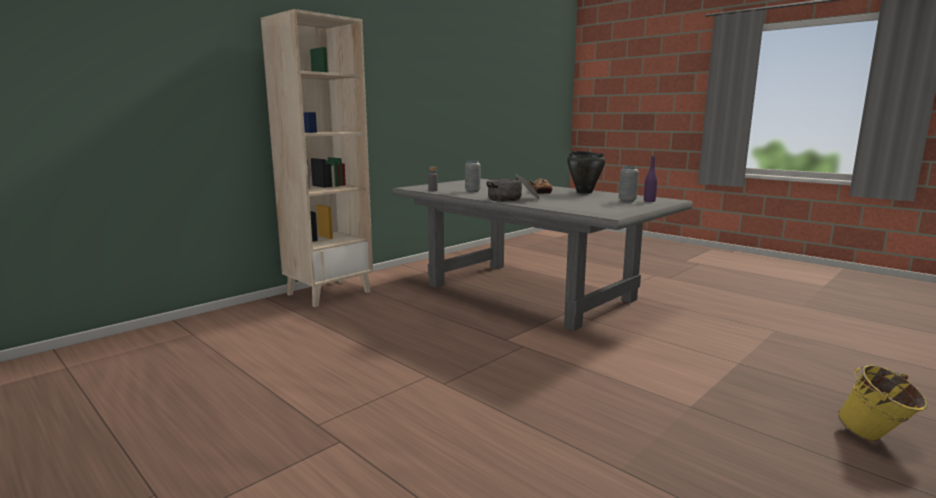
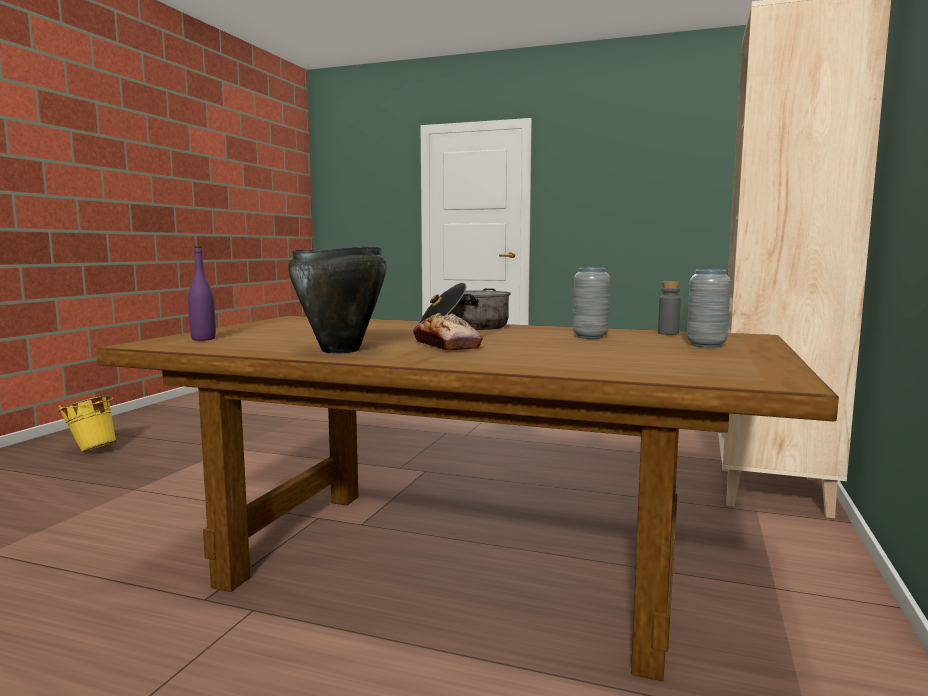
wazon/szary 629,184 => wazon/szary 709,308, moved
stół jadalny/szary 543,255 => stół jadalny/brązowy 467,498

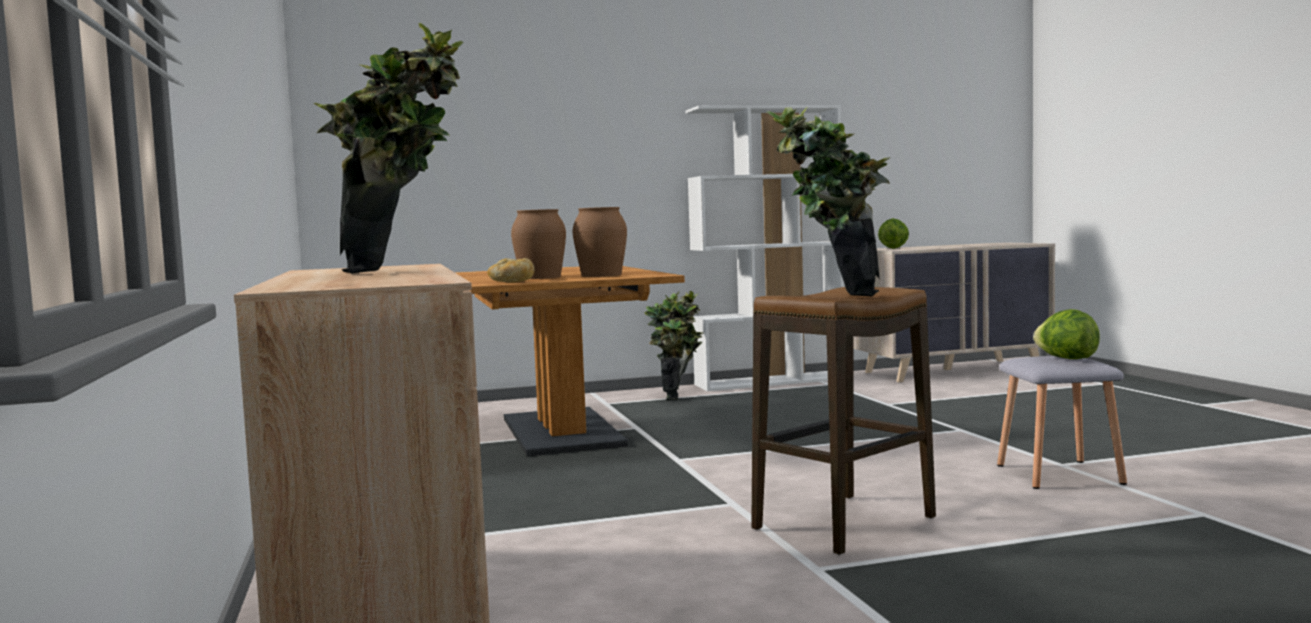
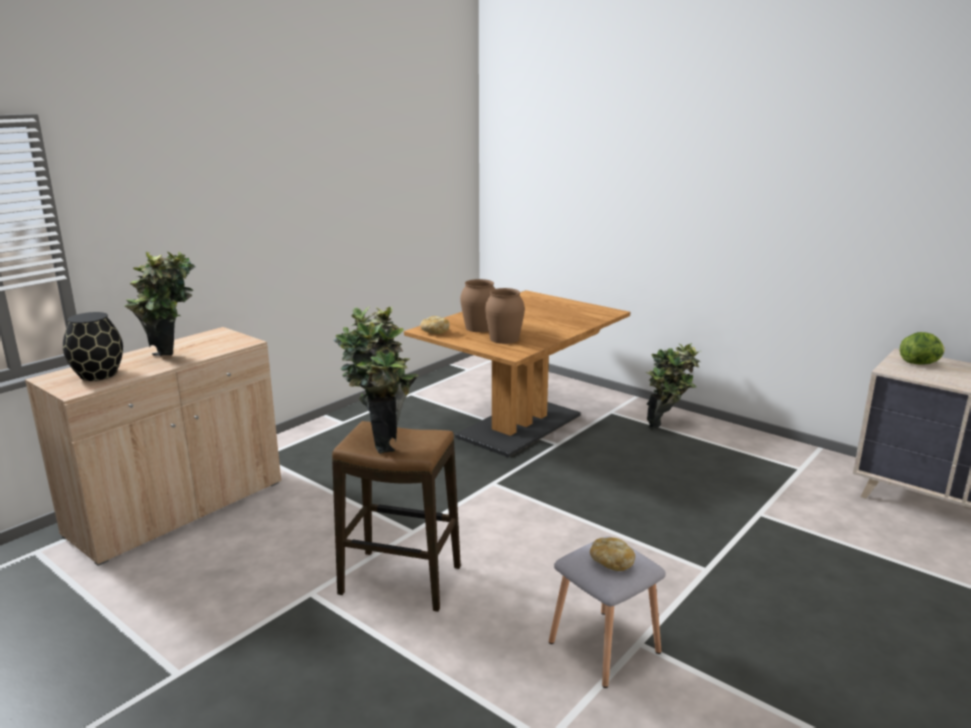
regał/biały 765,248 => nothing
nothing => wazon/czarny 93,346
sałata 1066,334 => chleb 612,554

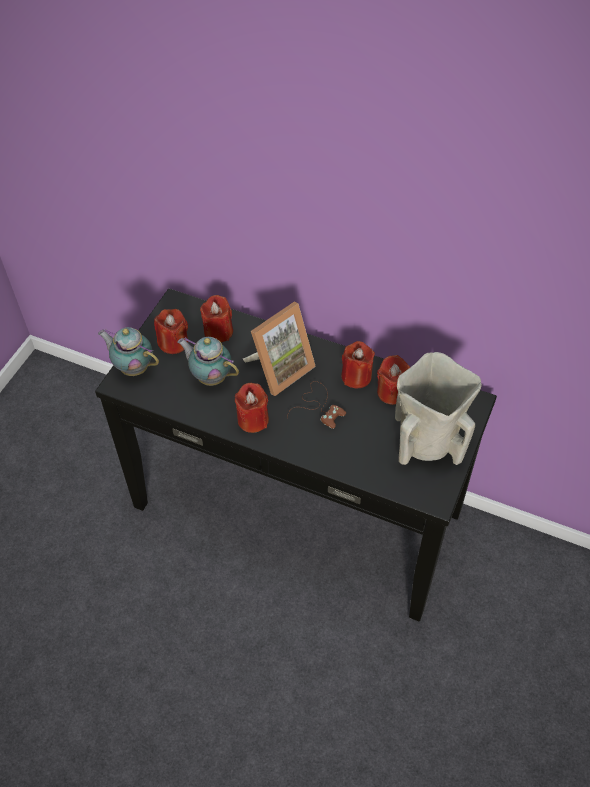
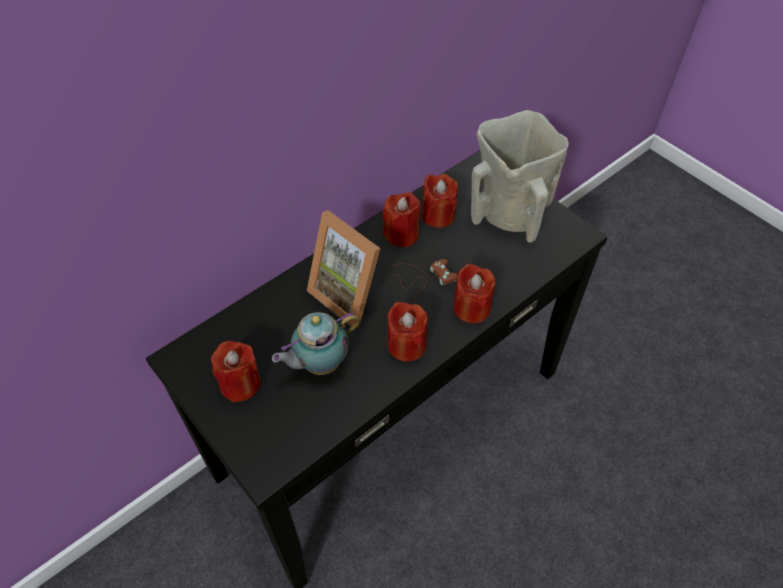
imbryk 128,351 => nothing
świeca/czerwony 216,318 => świeca/czerwony 474,293, moved
ramka na zdjęcie 279,349 => ramka na zdjęcie 343,269, 150 degrees clockwise

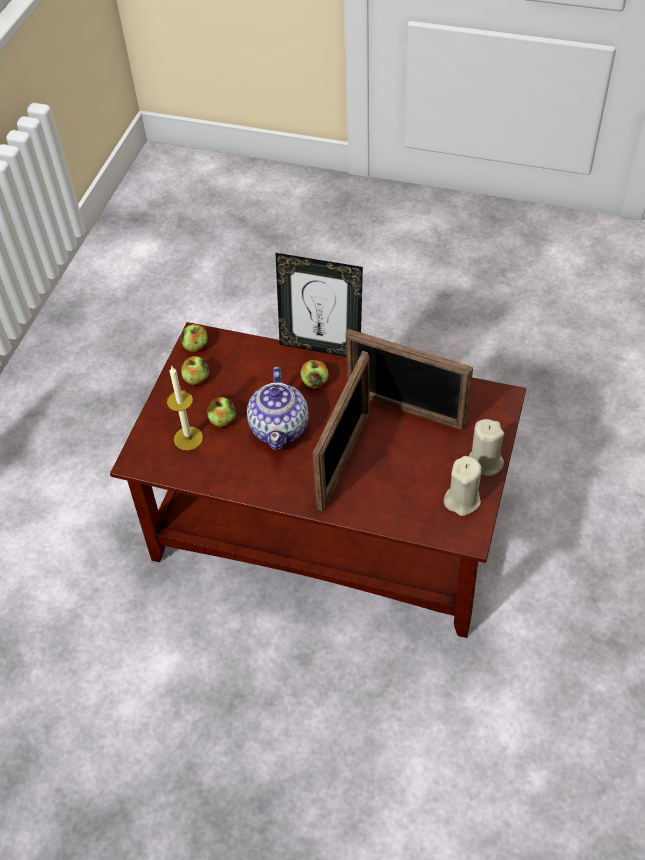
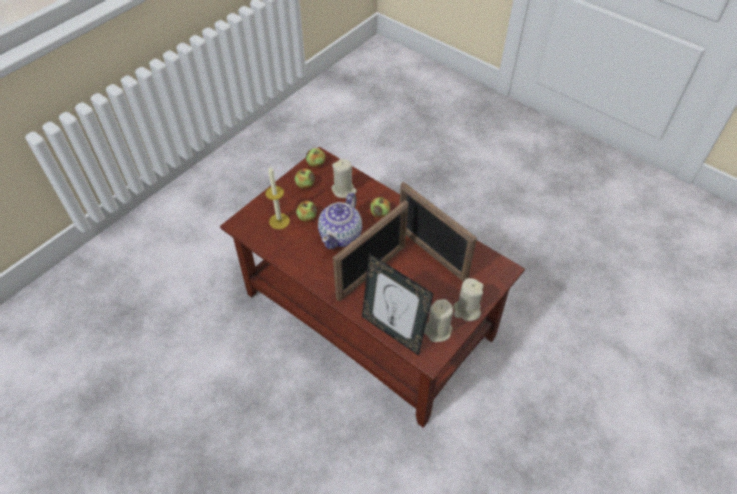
nothing => świeca/beżowy 344,178
ramka na zdjęcie 319,305 => ramka na zdjęcie 398,304, moved

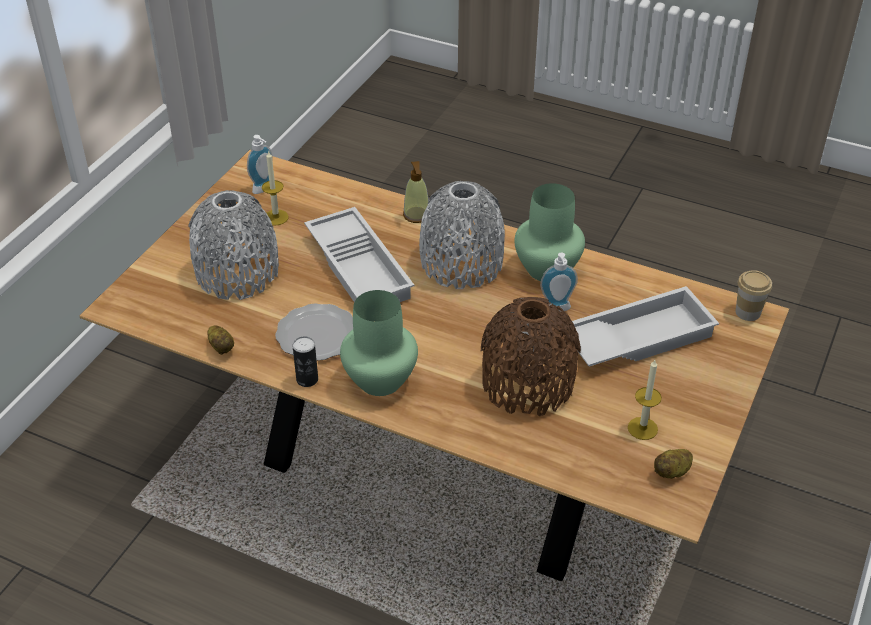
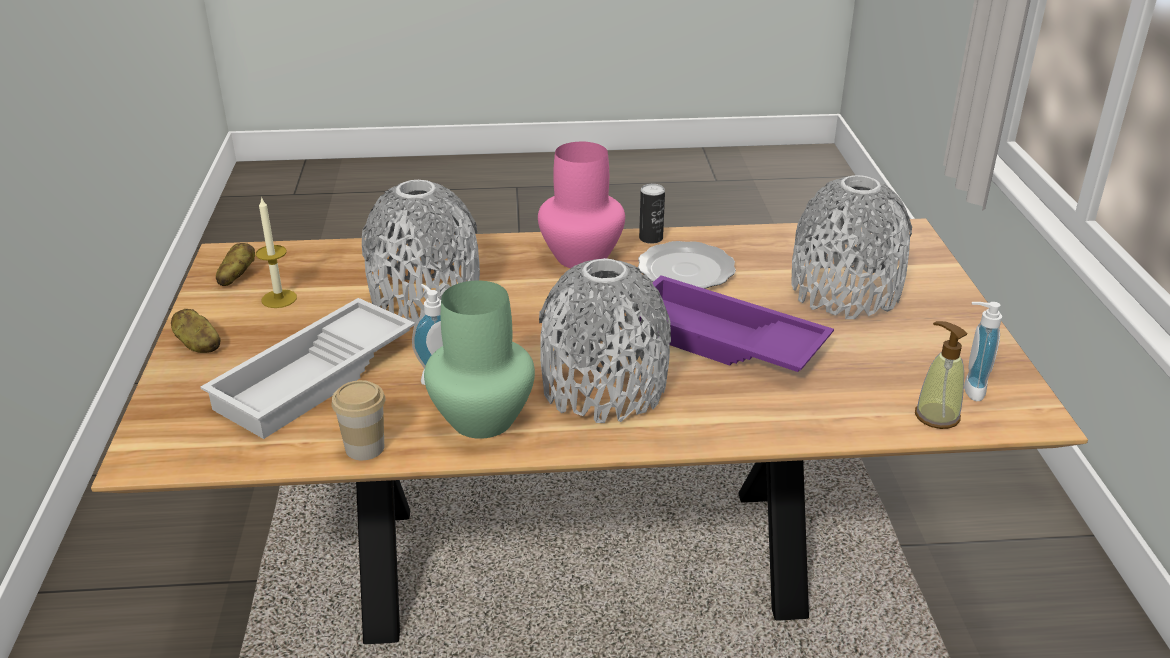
świeca 275,187 => nothing
ziemniak 221,340 => ziemniak 196,331, moved
dozownik mydła 416,192 => dozownik mydła 941,375, moved
filiżanka 754,295 => filiżanka 358,420, moved
taca/biały 359,254 => taca/fioletowy 737,323
wazon/zielony 379,343 => wazon/różowy 581,205
wazon/brązowy 531,356 => wazon/szary 421,251

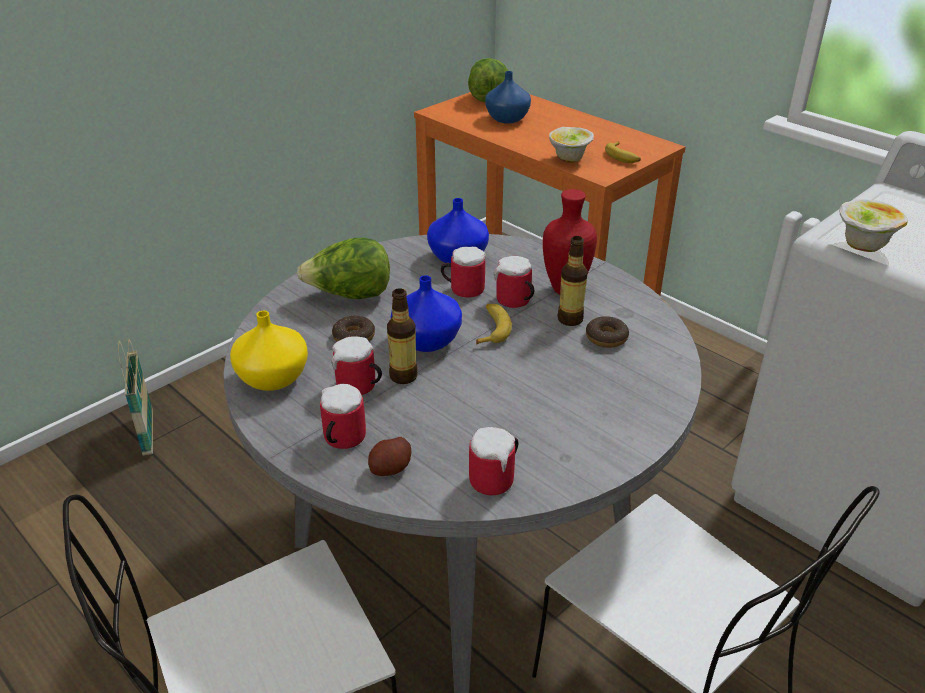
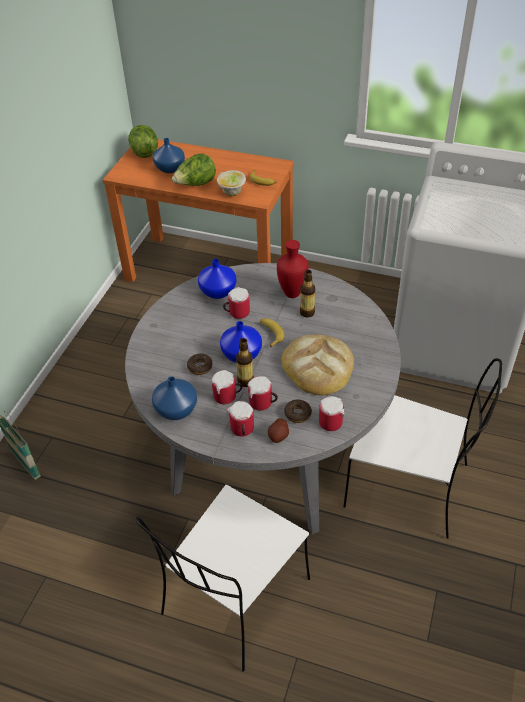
miska 873,225 => nothing
nothing => chleb 318,364
sałata 343,268 => sałata 194,170, moved
kubek 514,282 => kubek 263,393, moved
donut 607,332 => donut 298,411, moved
wazon/żółty 269,351 => wazon/niebieski 174,398

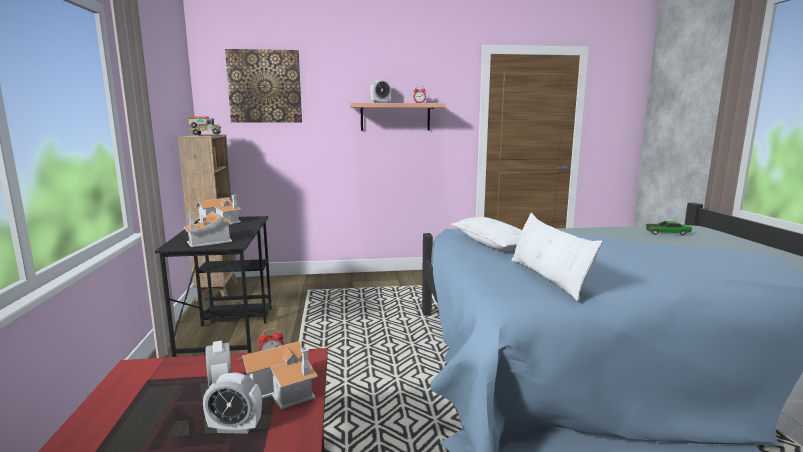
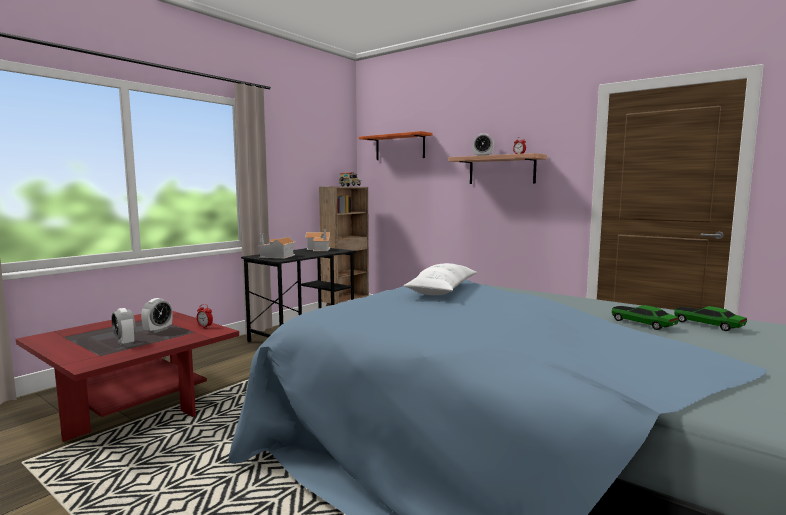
domek 278,375 => nothing
poduszka/biały 557,257 => nothing
nothing => samochodzik 645,317
obraz 263,86 => półka/pomarańczowy 395,145

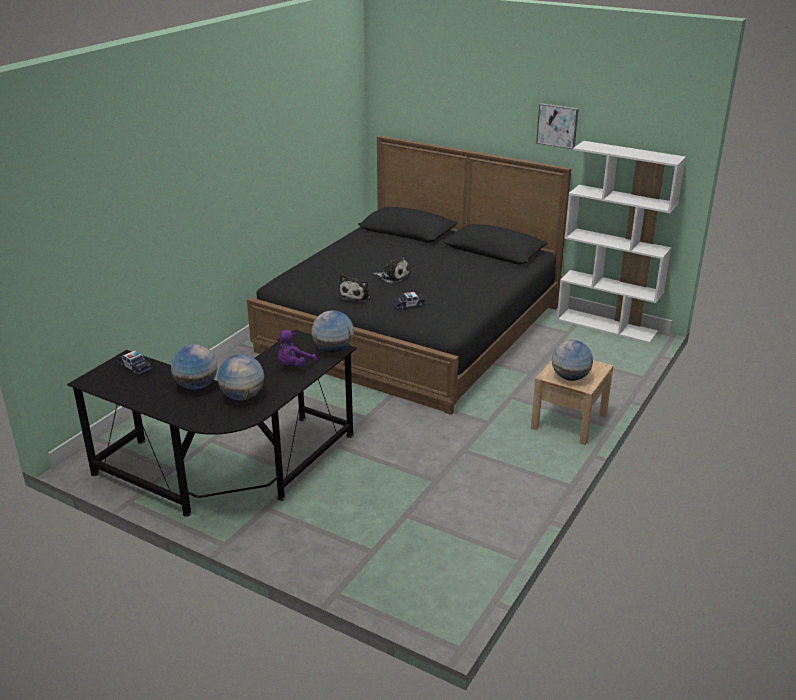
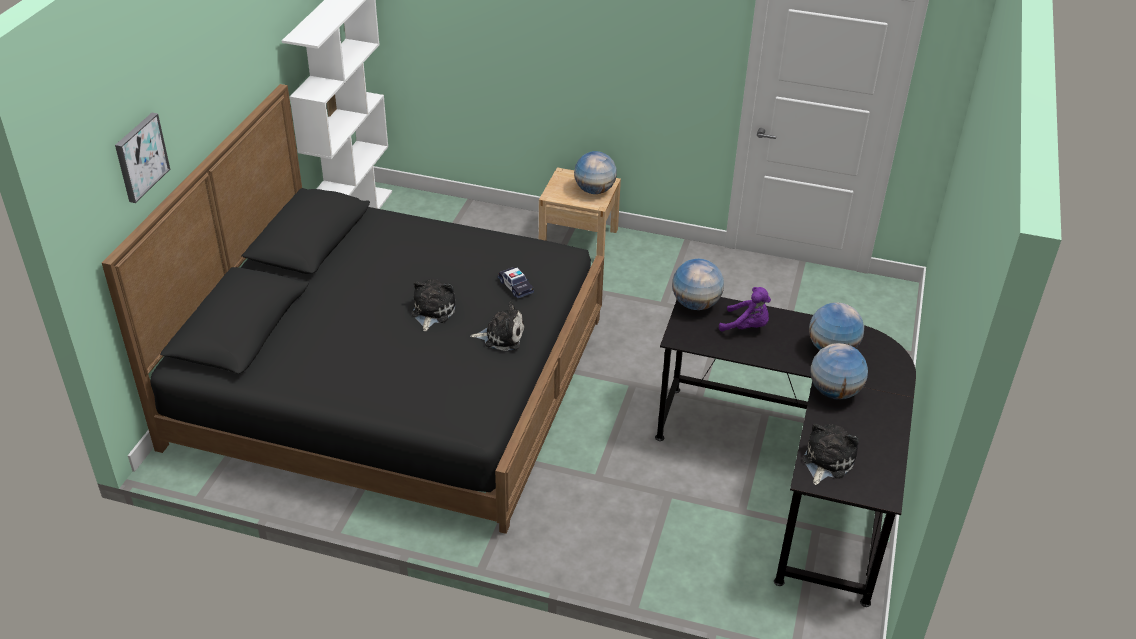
obraz 557,126 => obraz 142,158, moved
samochodzik 135,363 => pluszak 831,454

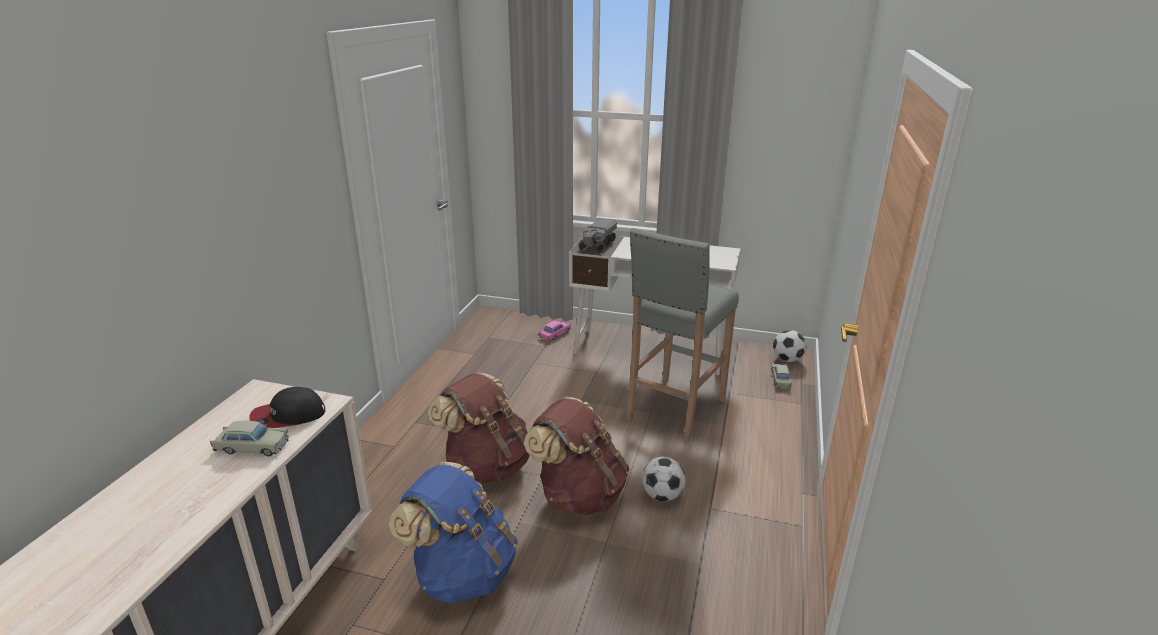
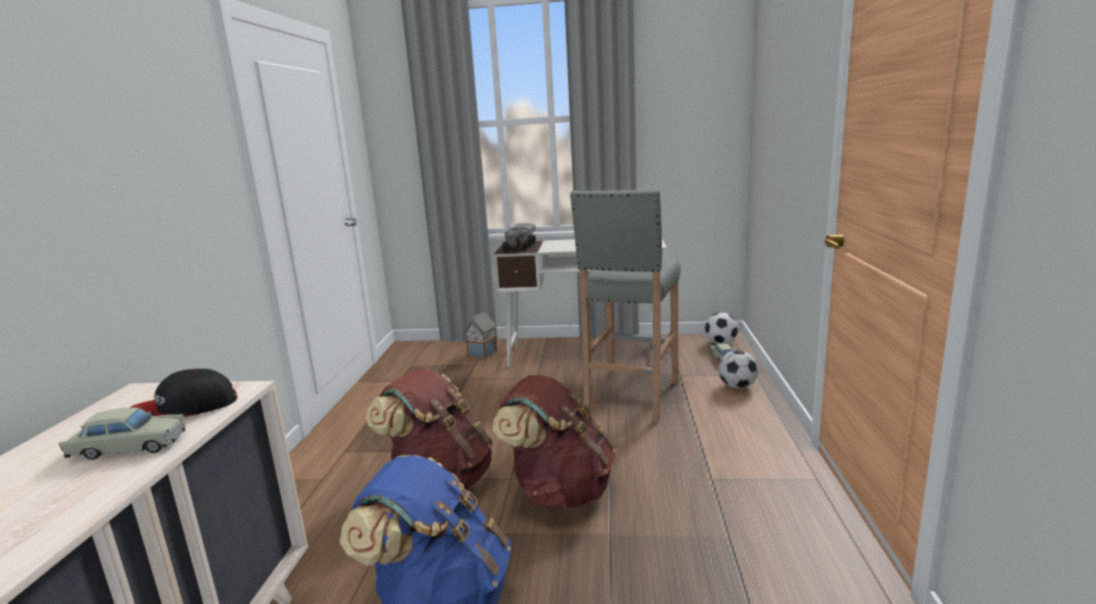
piłka futbolowa 664,479 => piłka futbolowa 738,369, moved
samochodzik/różowy 555,330 => domek 480,335

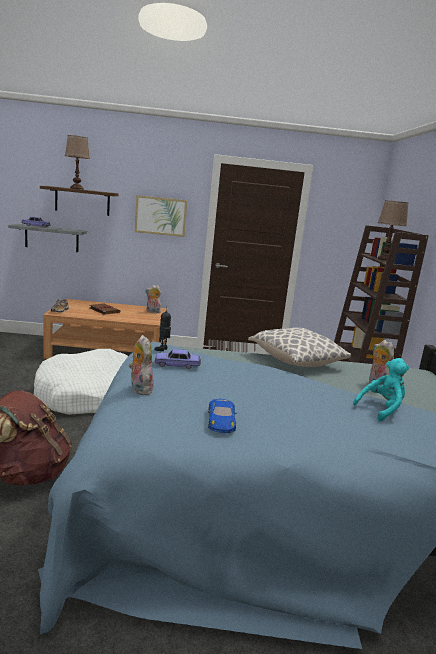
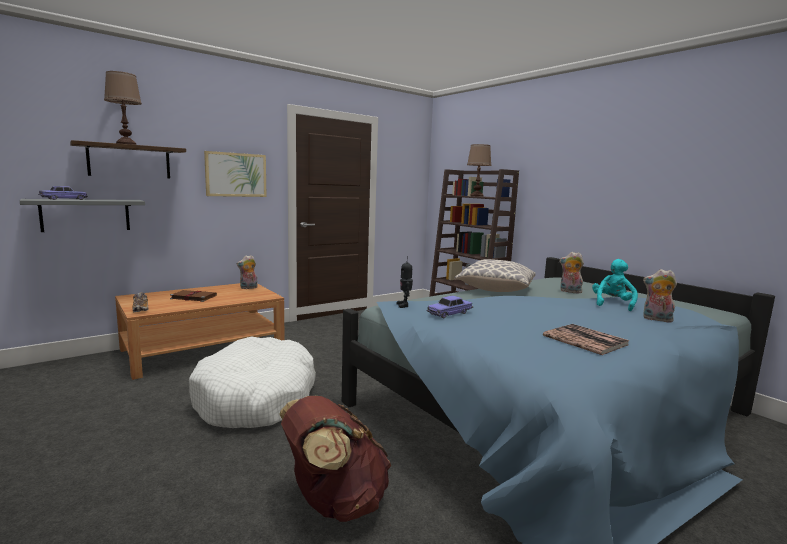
pluszak 141,365 => pluszak 660,296, moved
samochodzik/niebieski 222,416 => książka 586,339

